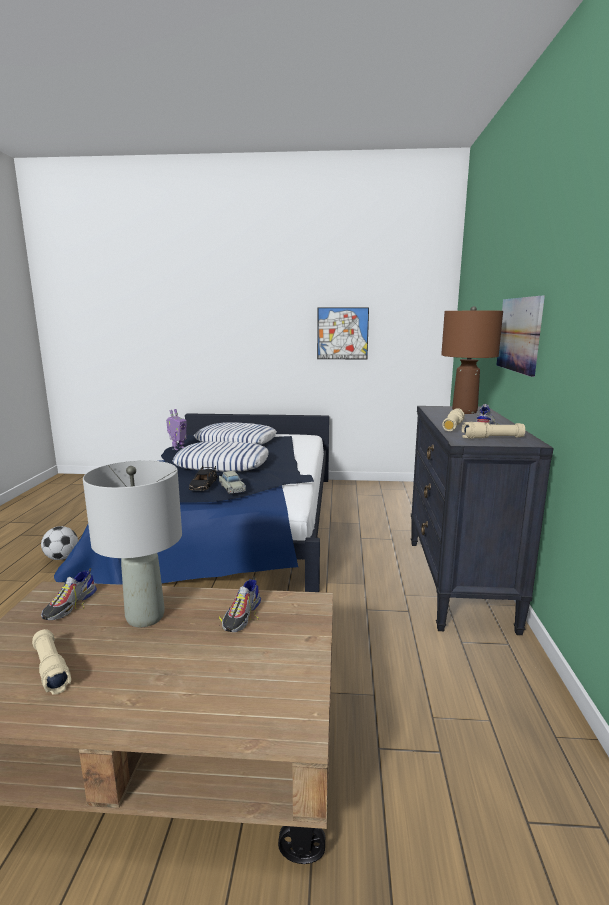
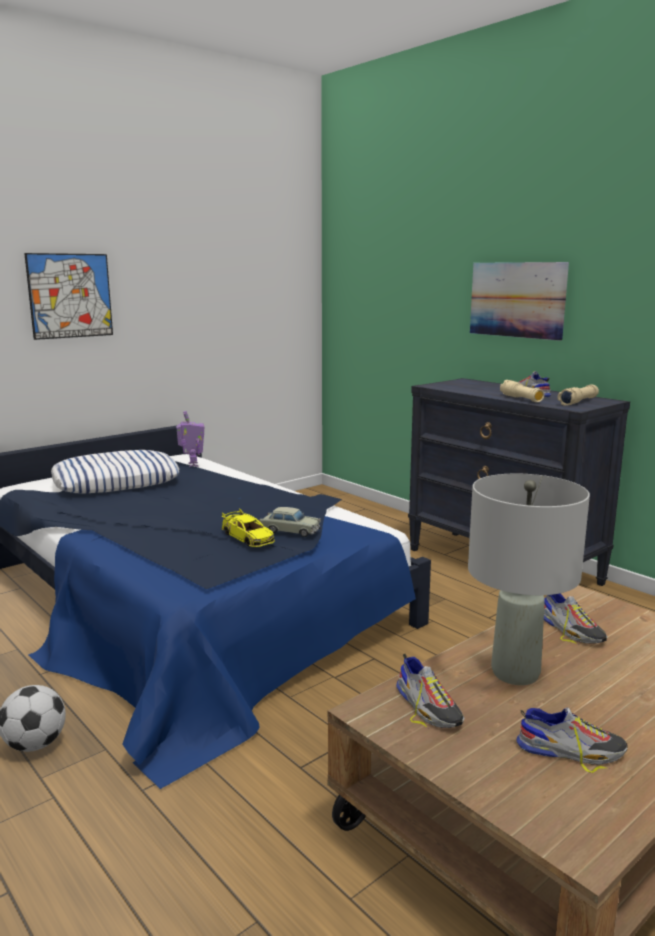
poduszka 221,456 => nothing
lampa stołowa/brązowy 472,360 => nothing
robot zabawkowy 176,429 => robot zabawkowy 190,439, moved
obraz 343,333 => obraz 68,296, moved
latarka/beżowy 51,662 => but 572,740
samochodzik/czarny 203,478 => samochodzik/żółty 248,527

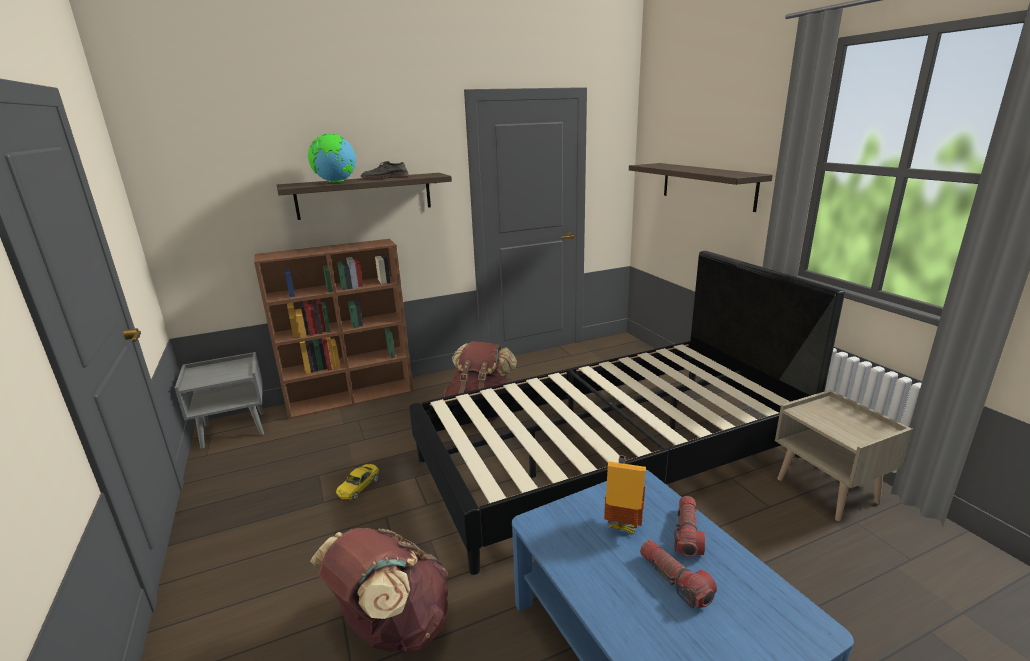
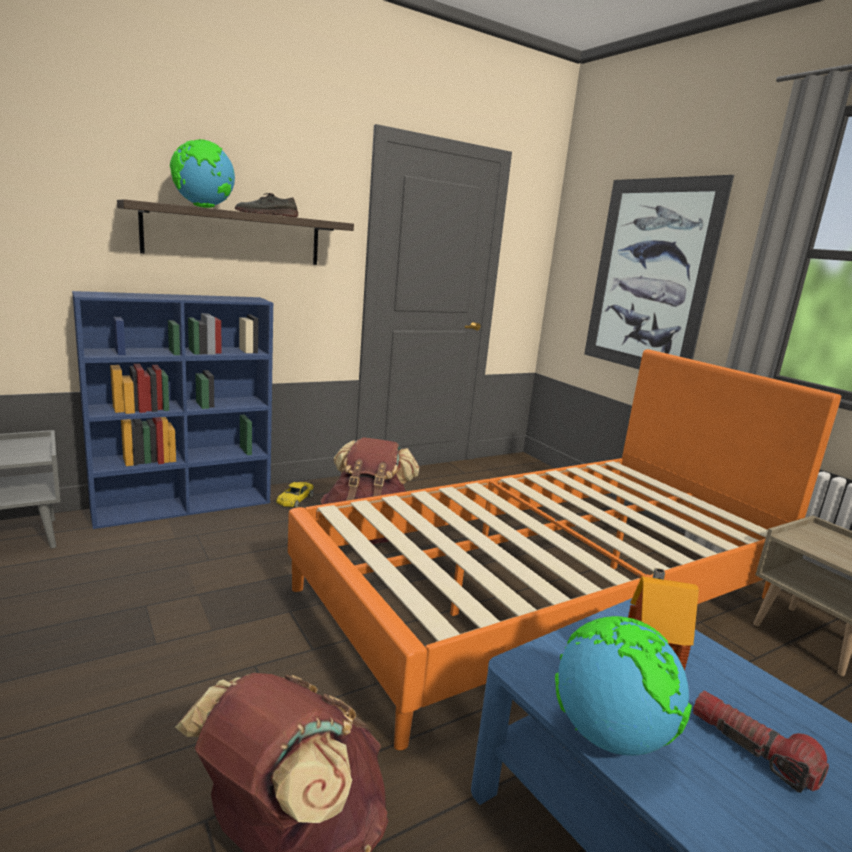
latarka 689,526 => nothing
nothing => globus 623,686
samochodzik/żółty 357,482 => samochodzik/żółty 295,495, moved
półka 701,187 => obraz 659,272
regał/brązowy 333,329 => regał/niebieski 172,410
łóżko/czarny 627,413 => łóżko/pomarańczowy 564,549

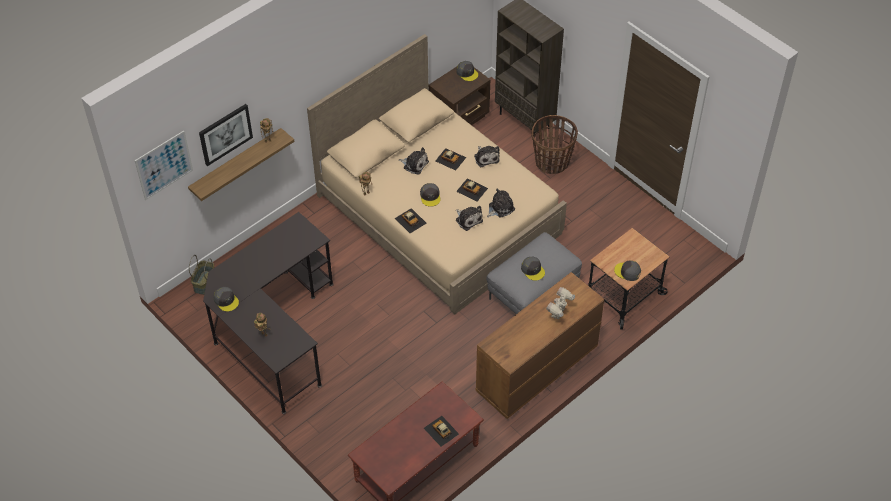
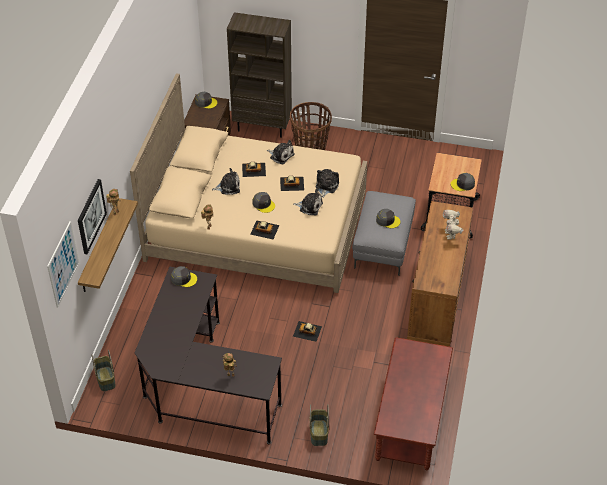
nothing => koszyk 319,425
czapka z daszkiem/szary 226,299 => czapka z daszkiem/szary 184,276, moved
samochodzik 441,431 => samochodzik 307,331, moved

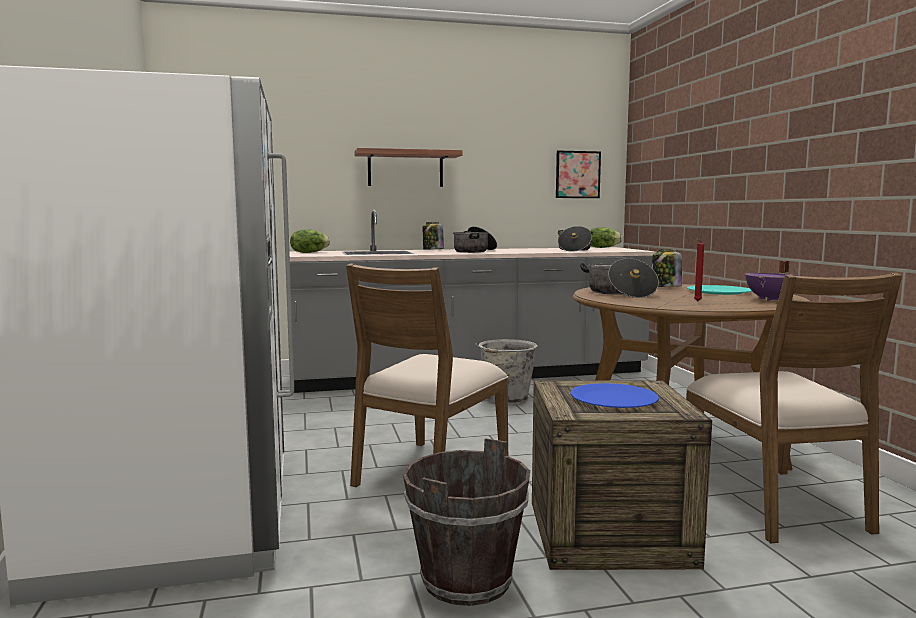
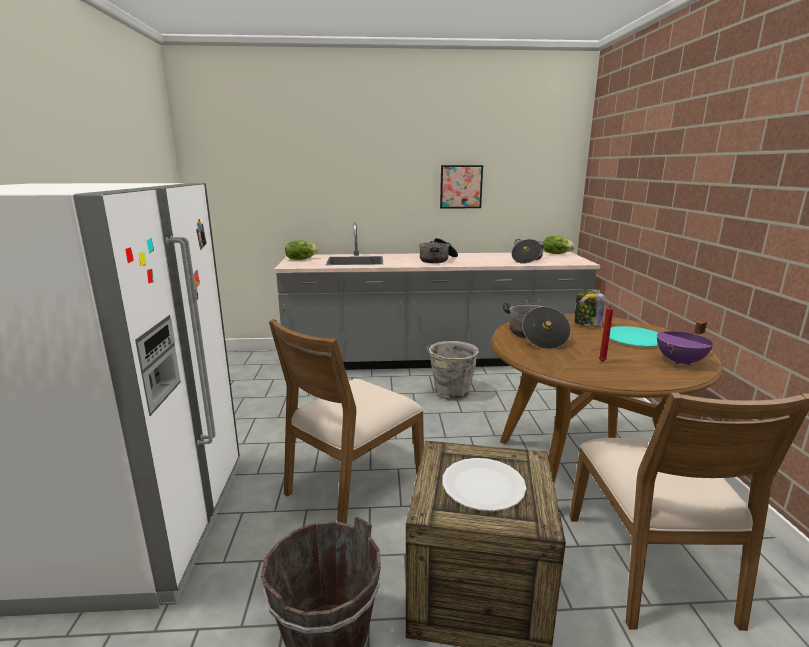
półka 408,167 => nothing
słoik 433,236 => nothing
obraz 578,174 => obraz 461,186, moved
talerz/niebieski 614,395 => talerz/biały 484,484

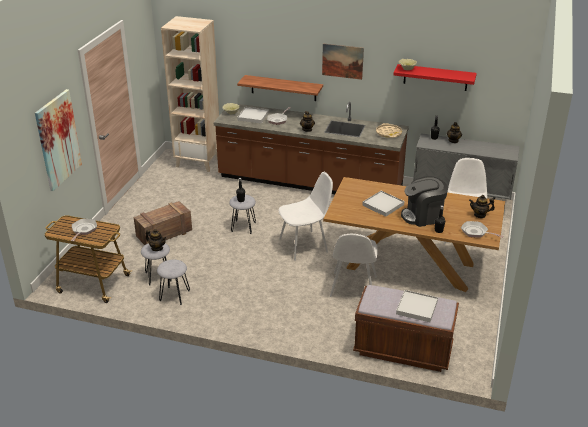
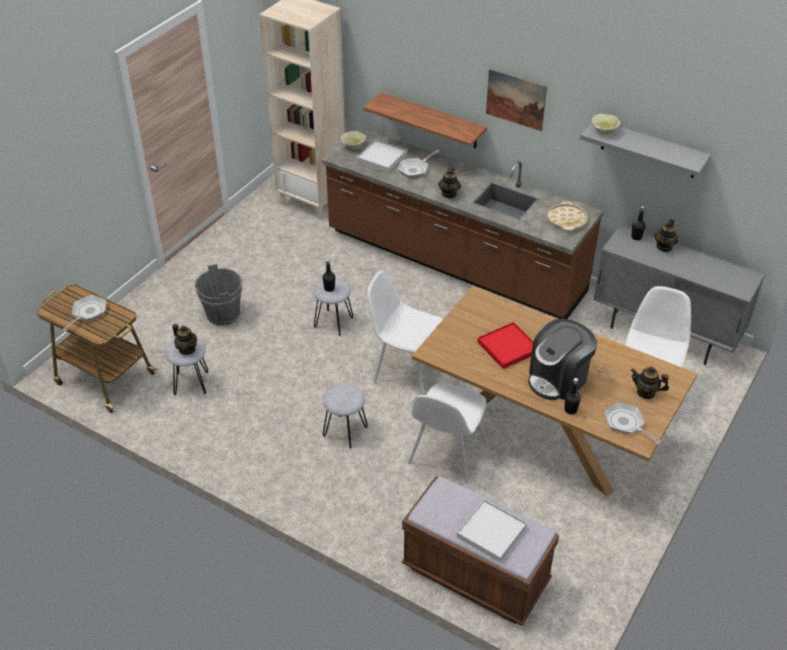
obraz 58,140 => nothing
stołek/szary 173,282 => stołek/szary 345,416, moved
skrzynka 163,223 => wiadro/szary 219,295
taca/biały 383,204 => taca/czerwony 505,345
półka/czerwony 435,77 => półka/szary 645,150
krzesło/biały 305,216 => krzesło/biały 405,332, 150 degrees counterclockwise
ekspres do kawy 424,201 => ekspres do kawy 562,359, 45 degrees counterclockwise

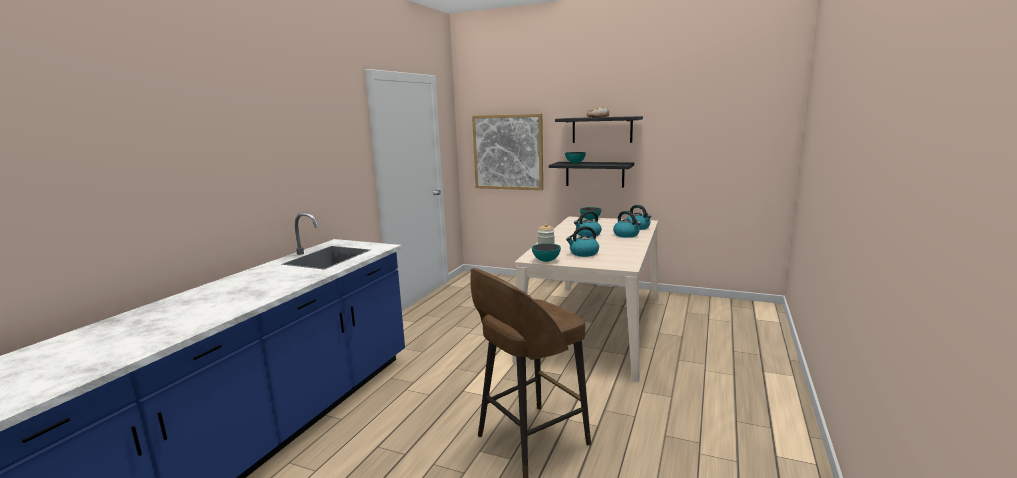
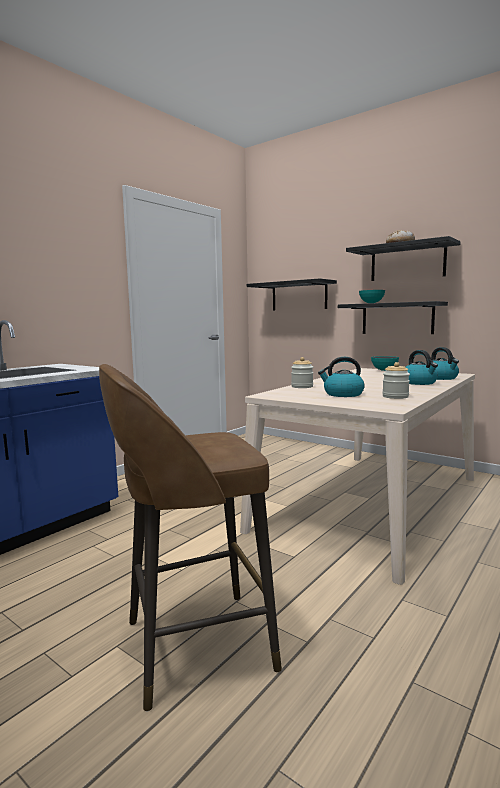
miska 546,252 => nothing
czajnik 588,224 => nothing
nothing => słoik 396,380
obraz 507,152 => półka/czarny 292,294

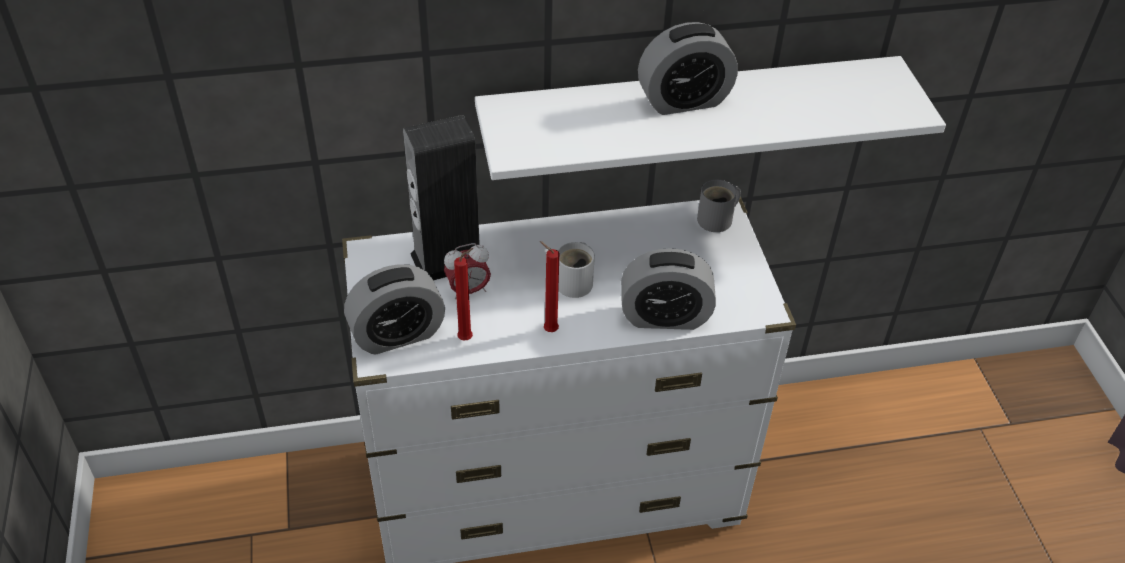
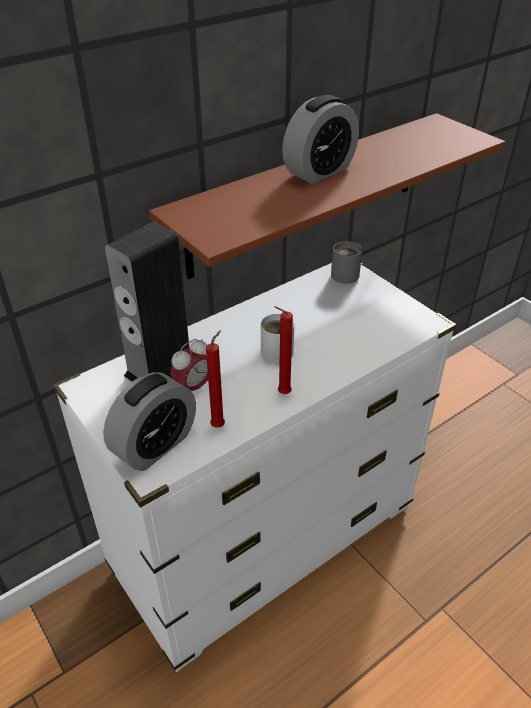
budzik 668,289 => nothing
półka/biały 710,118 => półka/brązowy 327,196

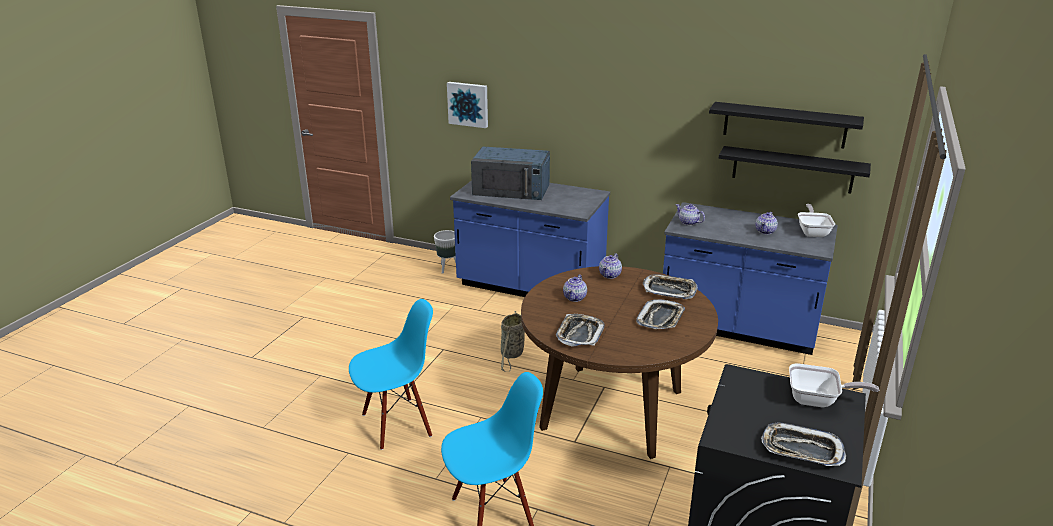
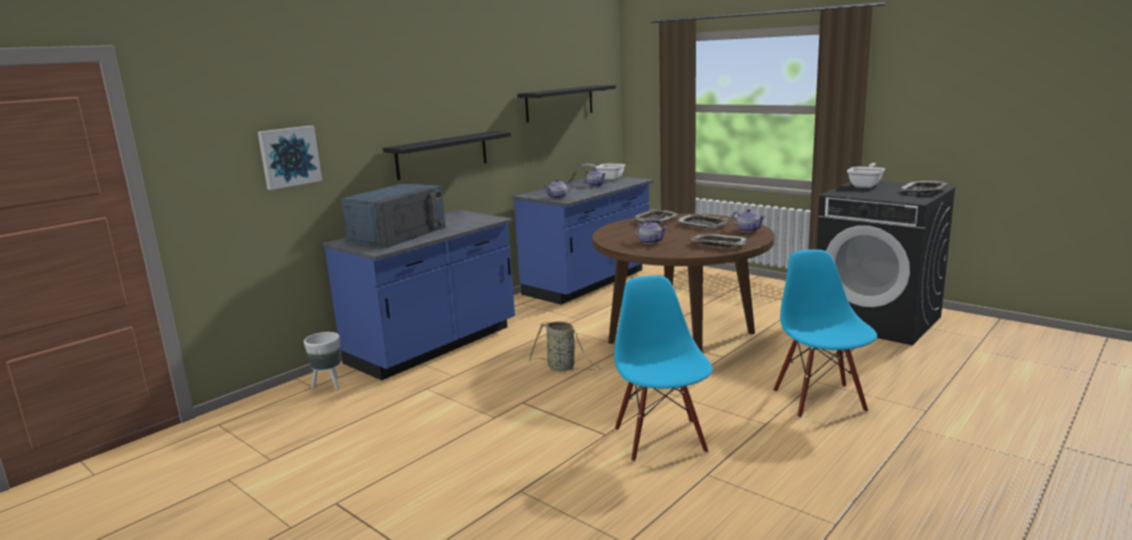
imbryk 610,266 => imbryk 748,220, moved
półka/czarny 795,169 => półka/czarny 447,155, moved

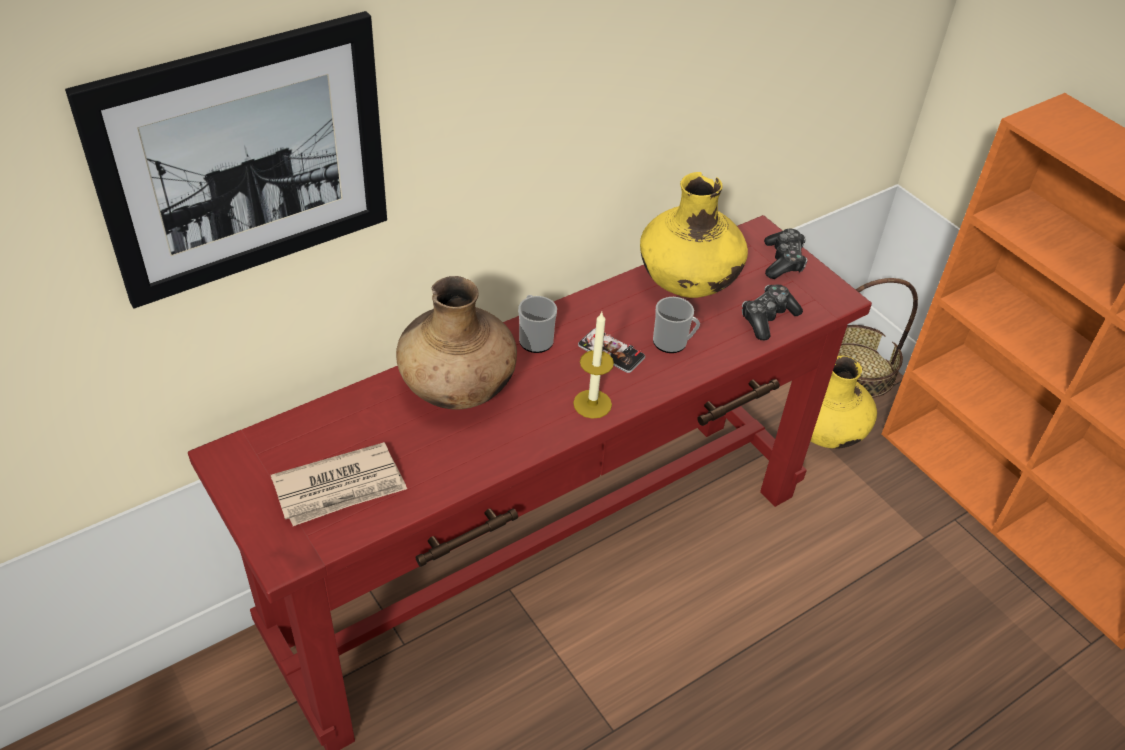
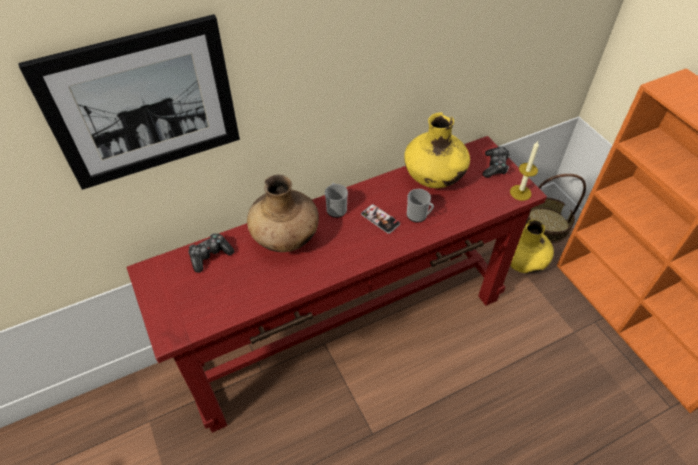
gazeta 339,484 => nothing
świeca 593,365 => świeca 524,171, moved
pad do gier 772,312 => pad do gier 211,253, moved

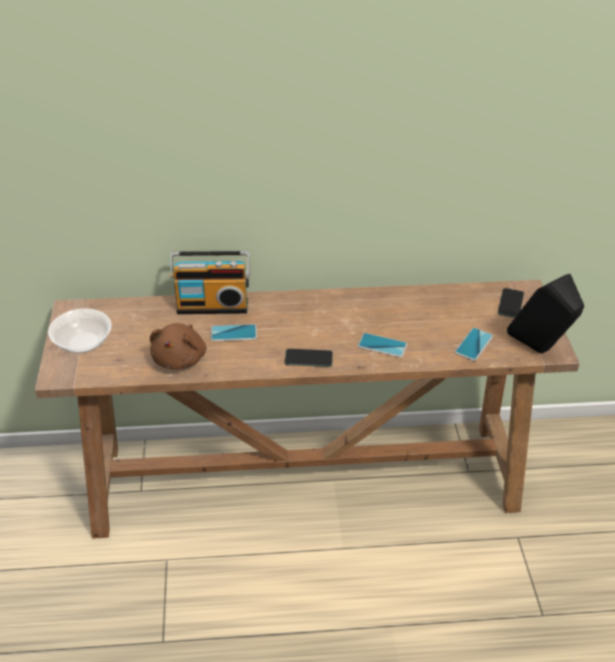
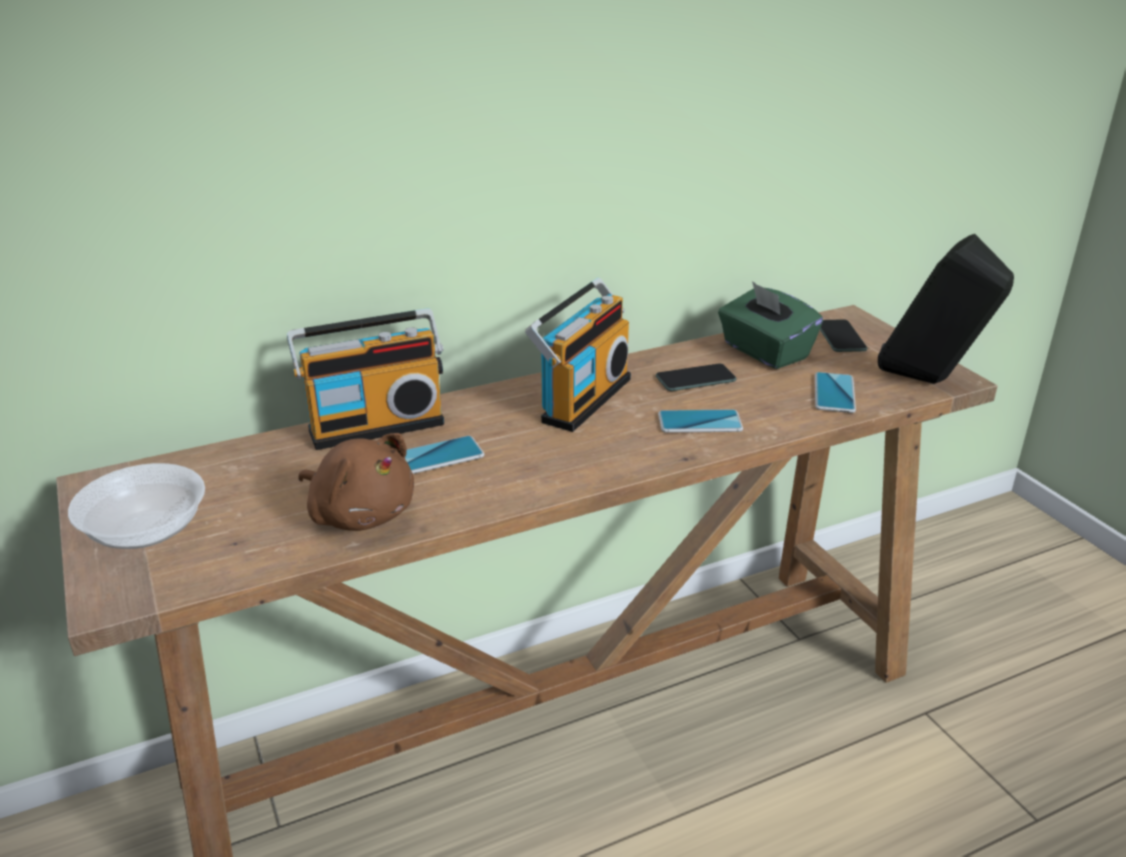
nothing => radio 578,355
nothing => pudełko chusteczek/zielony 770,325
telefon 309,358 => telefon 696,377, moved
pluszak/brązowy 178,346 => pluszak/brązowy 356,482, 45 degrees counterclockwise

